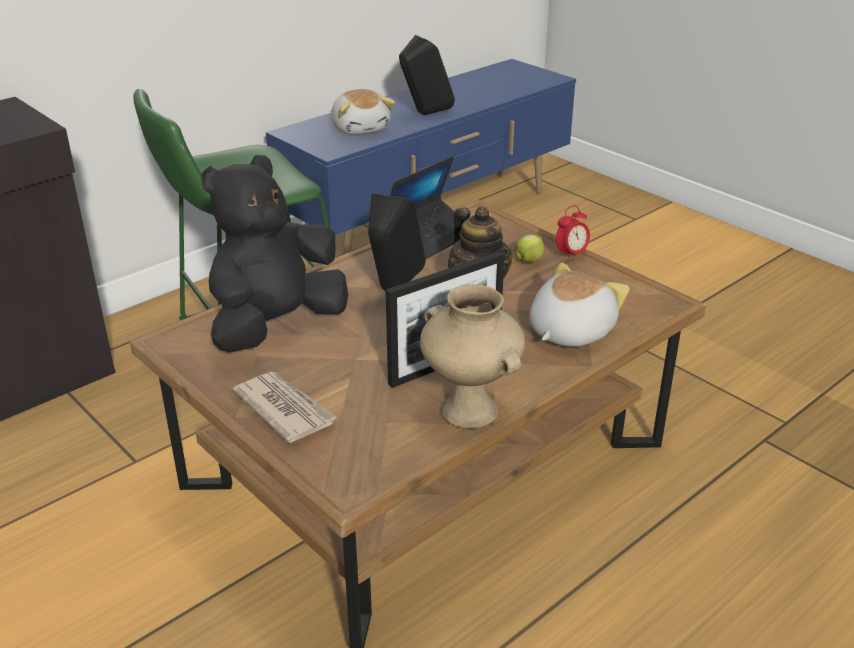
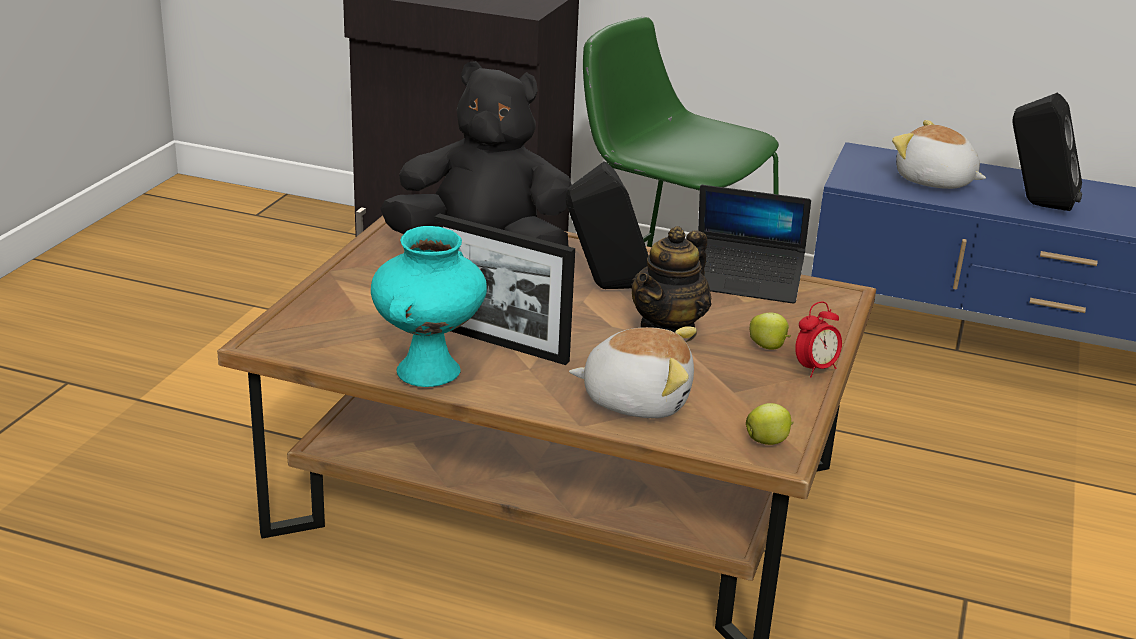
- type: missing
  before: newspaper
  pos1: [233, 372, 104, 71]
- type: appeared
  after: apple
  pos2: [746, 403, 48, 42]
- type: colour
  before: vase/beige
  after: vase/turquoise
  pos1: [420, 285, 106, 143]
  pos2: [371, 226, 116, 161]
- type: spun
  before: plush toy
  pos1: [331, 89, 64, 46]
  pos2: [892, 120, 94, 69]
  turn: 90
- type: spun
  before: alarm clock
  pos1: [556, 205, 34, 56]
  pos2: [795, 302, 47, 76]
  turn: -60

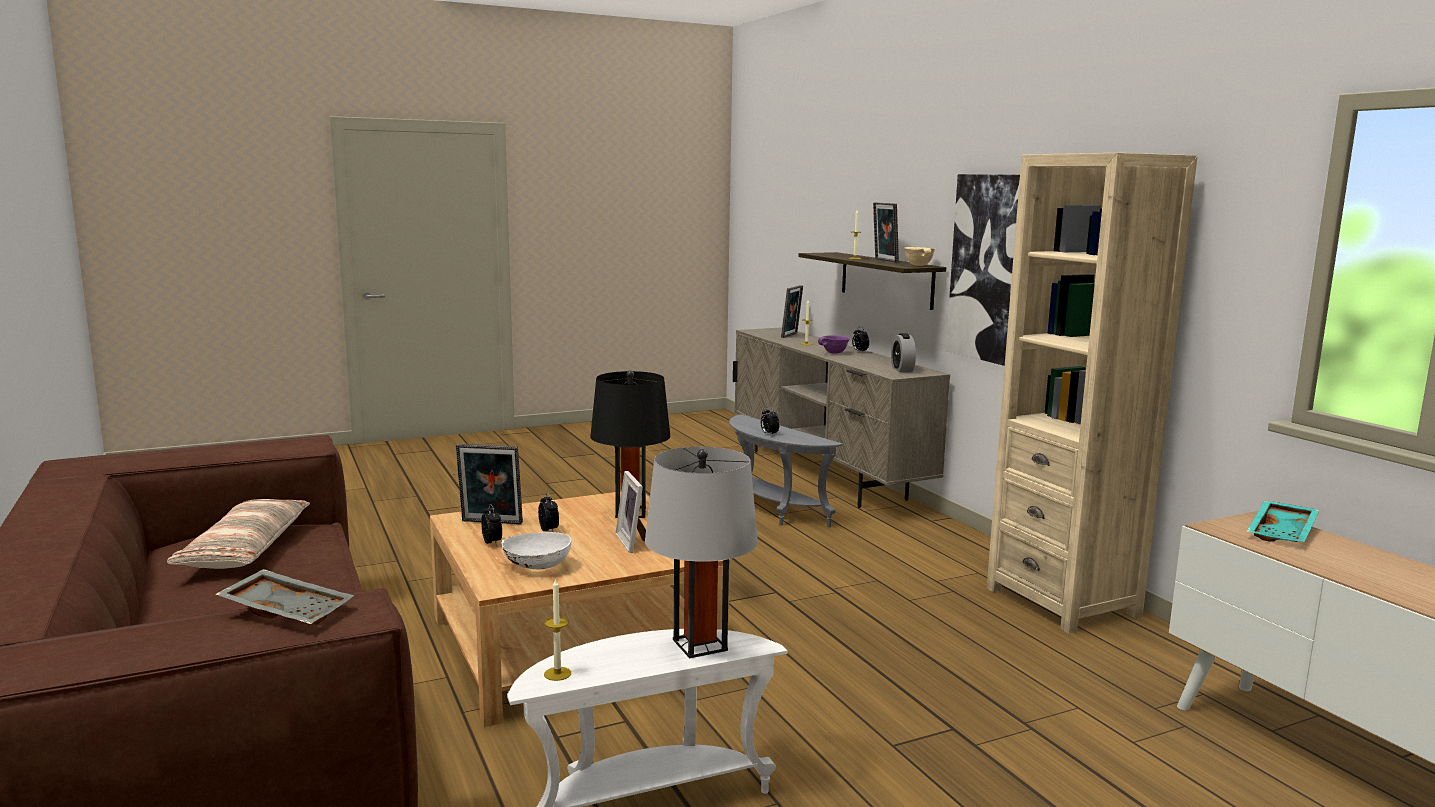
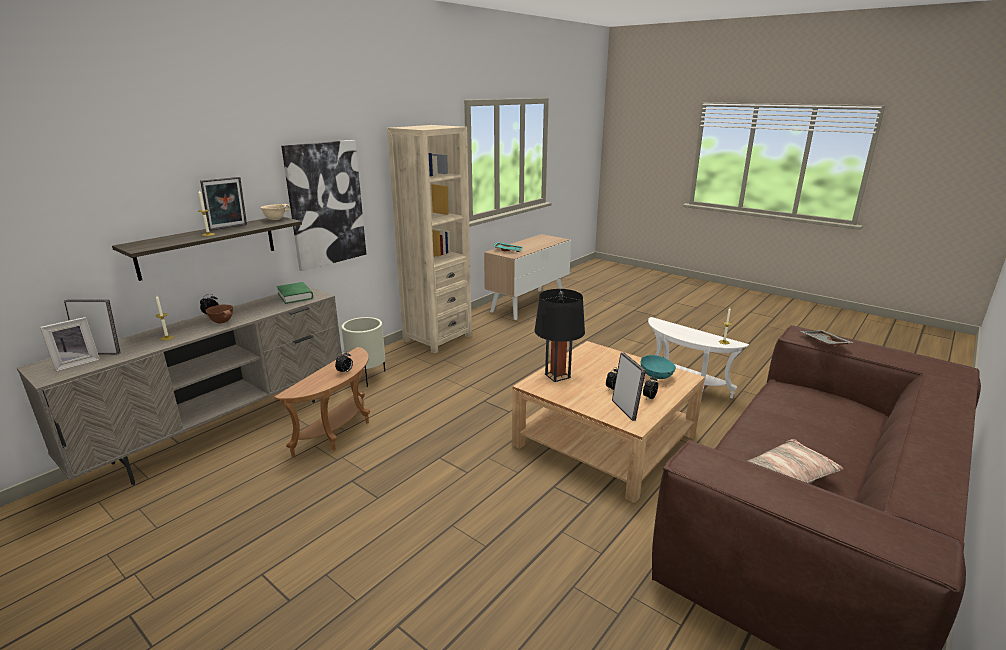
- type: missing
  before: table lamp/grey
  pos1: [645, 447, 113, 211]
- type: appeared
  after: planter/beige
  pos2: [341, 317, 44, 70]
- type: relocated
  before: picture frame
  pos1: [615, 471, 31, 82]
  pos2: [40, 317, 60, 54]
- type: exchanged
  before: alarm clock
  after: book/green
  pos1: [891, 333, 25, 39]
  pos2: [277, 282, 36, 22]
- type: colour
  before: bowl/white
  after: bowl/turquoise
  pos1: [501, 532, 71, 37]
  pos2: [641, 355, 35, 24]
- type: colour
  before: side table/grey
  after: side table/brown
  pos1: [729, 414, 114, 113]
  pos2: [274, 347, 96, 110]
- type: colour
  before: bowl/purple
  after: bowl/brown
  pos1: [818, 335, 32, 18]
  pos2: [206, 305, 27, 19]

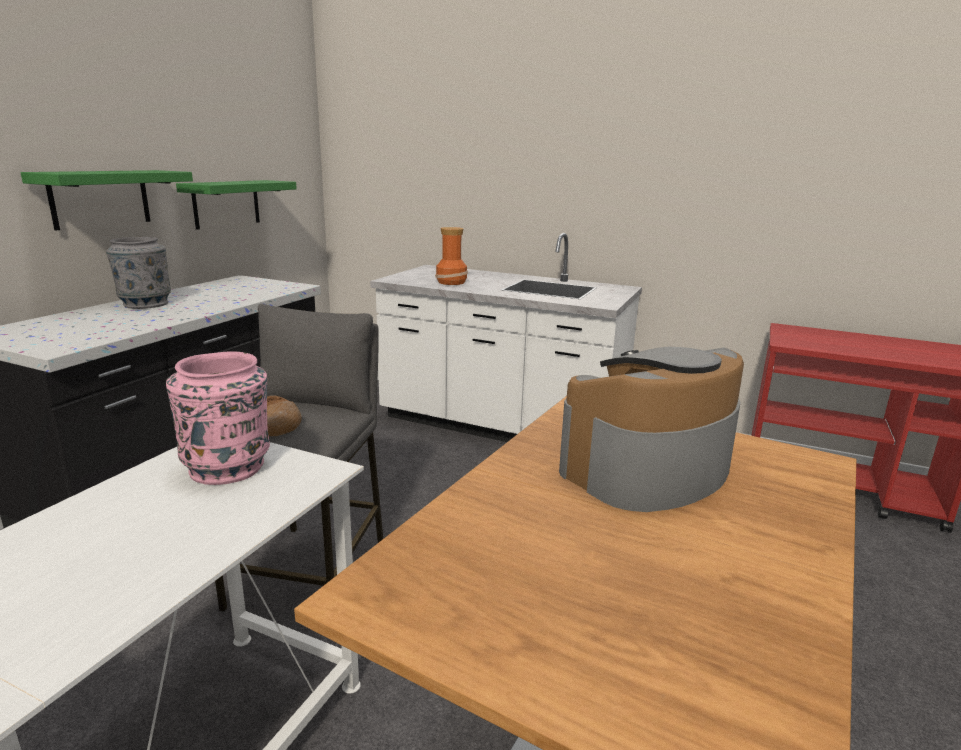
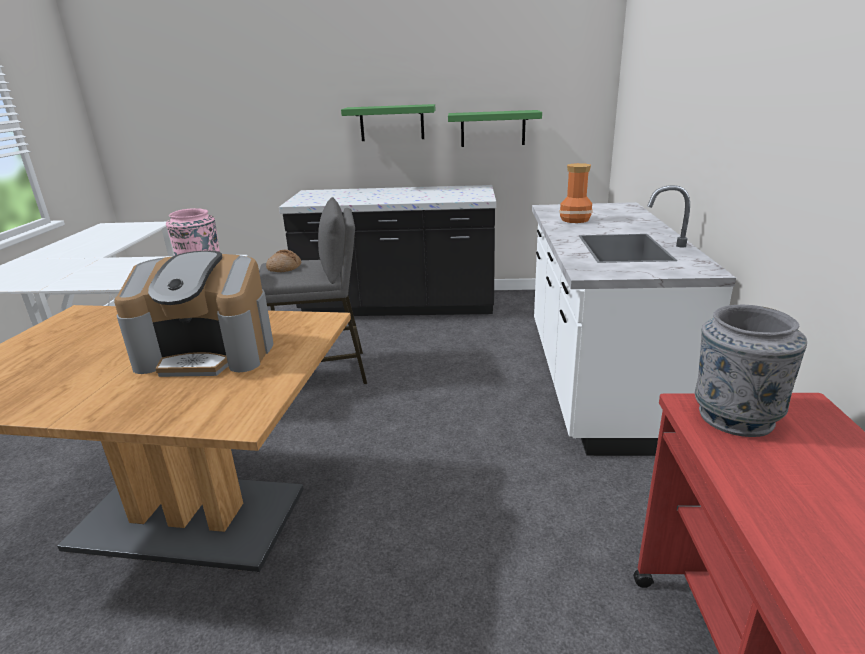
- type: relocated
  before: vase/grey
  pos1: [106, 237, 65, 72]
  pos2: [695, 305, 112, 132]
- type: spun
  before: coffee machine
  pos1: [559, 346, 185, 166]
  pos2: [114, 251, 160, 126]
  turn: 150

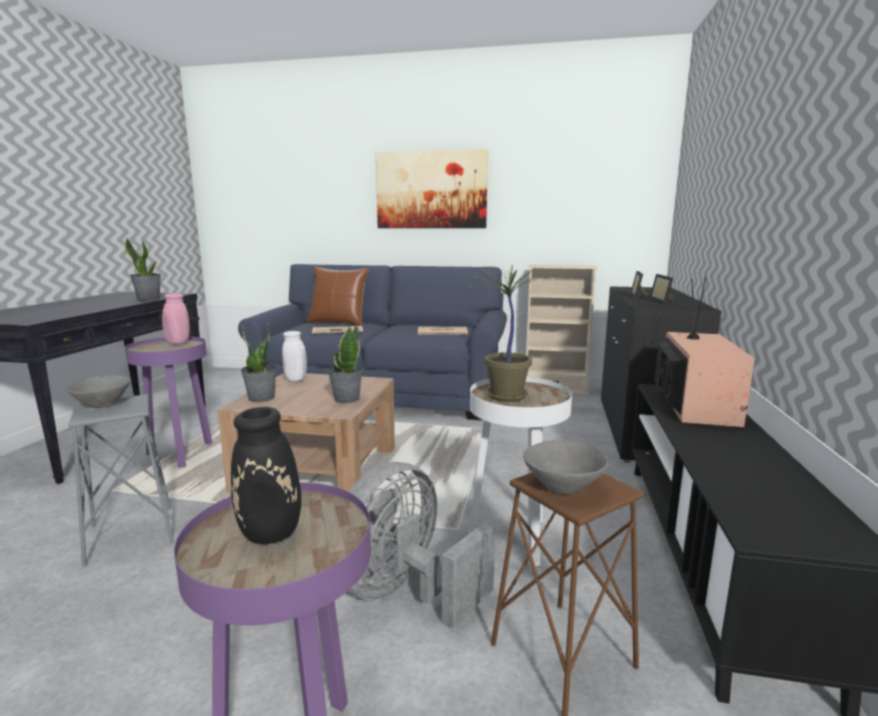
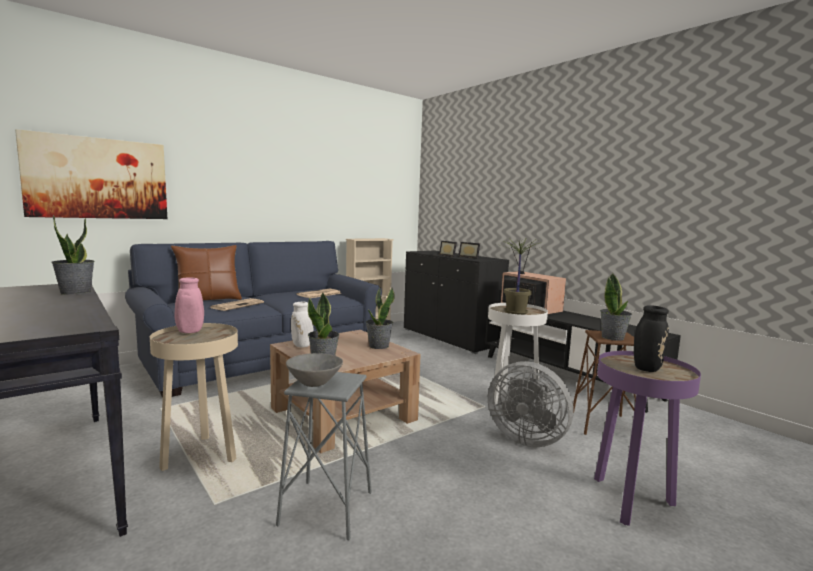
- type: relocated
  before: picture
  pos1: [376, 149, 112, 79]
  pos2: [15, 129, 152, 90]
- type: exchanged
  before: bowl/grey
  after: potted plant
  pos1: [523, 440, 85, 55]
  pos2: [600, 273, 32, 68]
- type: colour
  before: side table/purple
  after: side table/beige
  pos1: [125, 336, 87, 132]
  pos2: [150, 323, 88, 148]
- type: spun
  before: fan/grey
  pos1: [347, 462, 149, 166]
  pos2: [488, 361, 86, 86]
  turn: -45

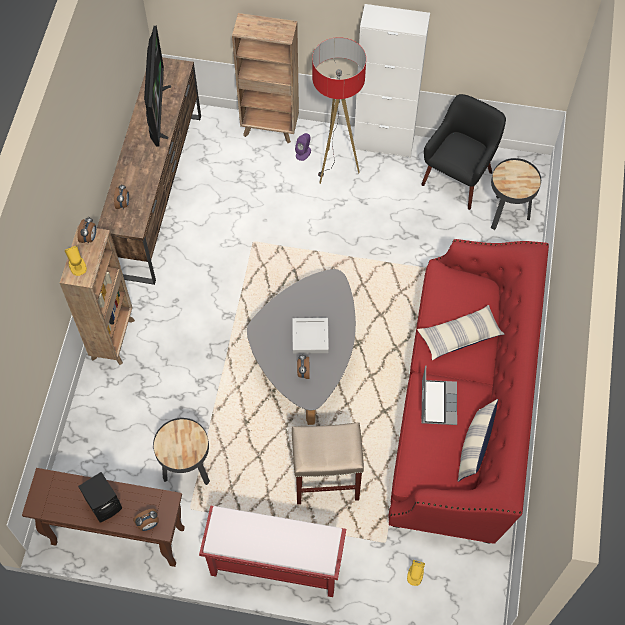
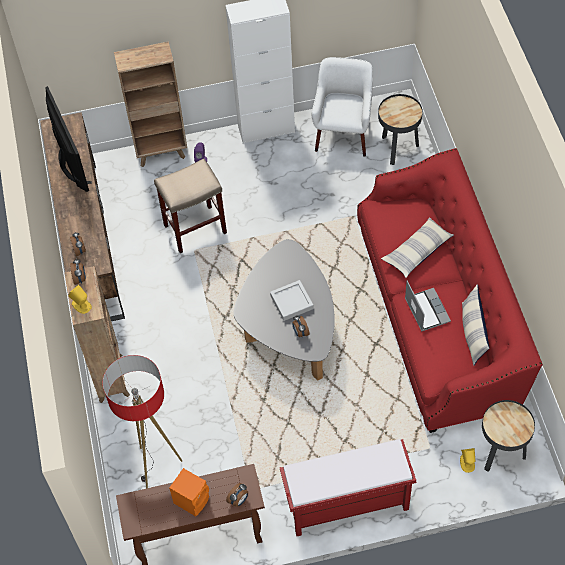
- type: relocated
  before: side table/black
  pos1: [153, 418, 57, 67]
  pos2: [482, 400, 53, 72]
- type: relocated
  before: stool/beige
  pos1: [292, 422, 72, 82]
  pos2: [154, 158, 73, 95]
- type: relocated
  before: floor lamp
  pos1: [312, 37, 54, 147]
  pos2: [102, 355, 80, 133]
- type: colour
  before: speaker/black
  after: speaker/orange
  pos1: [78, 472, 44, 50]
  pos2: [169, 468, 40, 48]
- type: colour
  before: armchair/black
  after: armchair/white
  pos1: [421, 94, 85, 116]
  pos2: [312, 57, 61, 100]

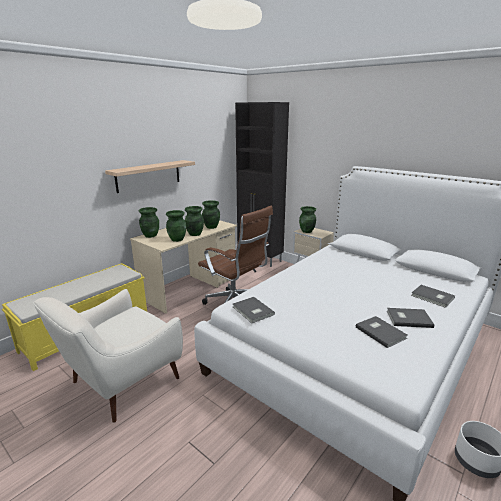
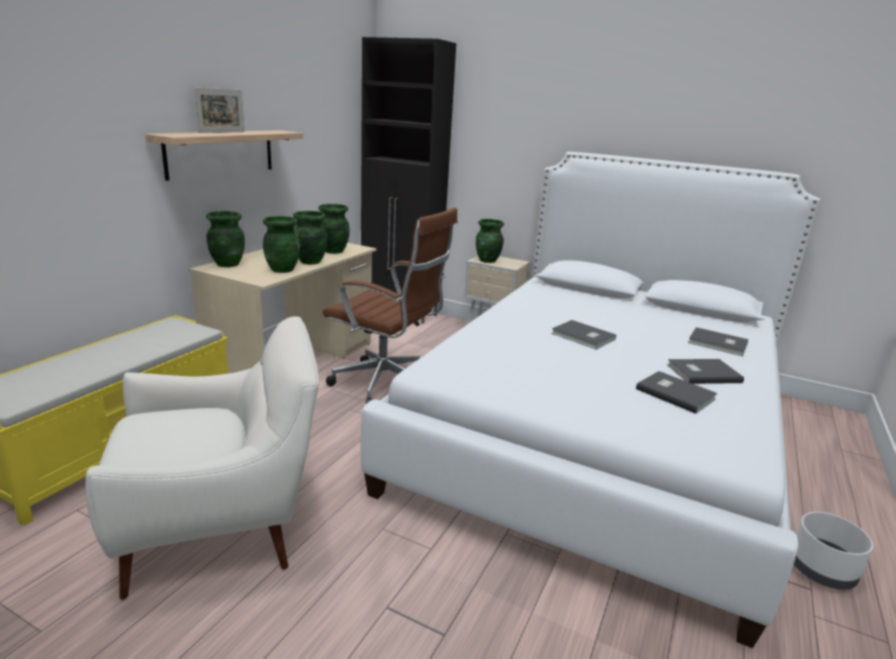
- type: appeared
  after: picture frame
  pos2: [194, 87, 50, 46]
- type: relocated
  before: book/grey
  pos1: [233, 297, 42, 26]
  pos2: [551, 320, 65, 30]
- type: spun
  before: armchair/white
  pos1: [33, 289, 150, 134]
  pos2: [86, 316, 233, 283]
  turn: -135

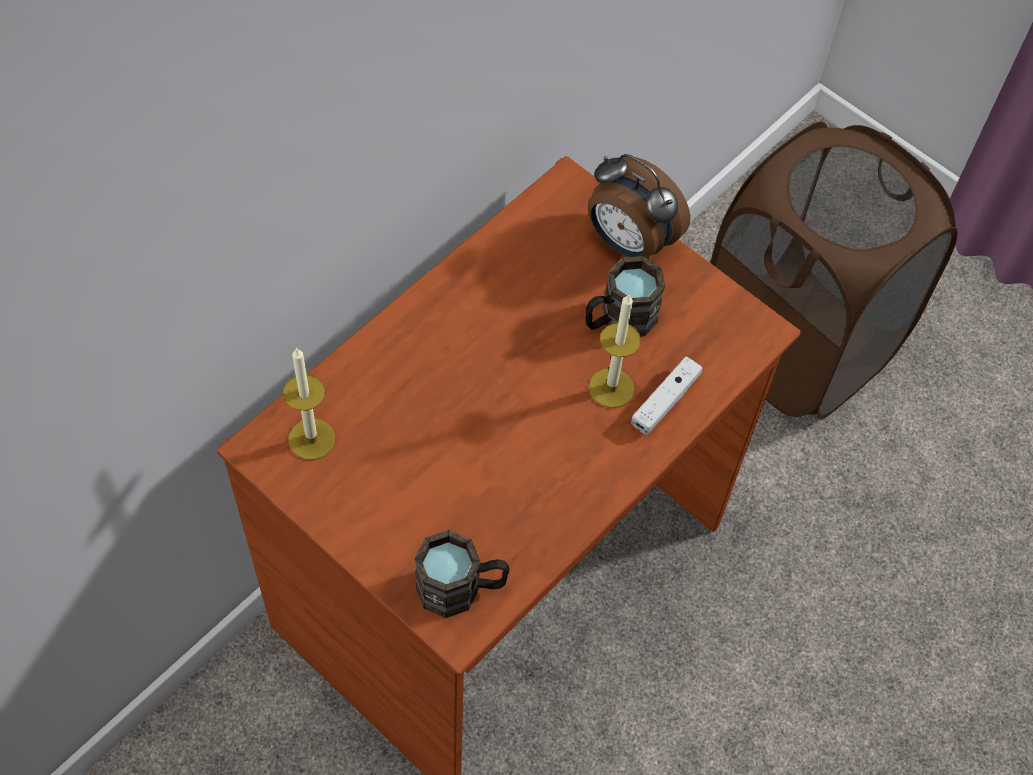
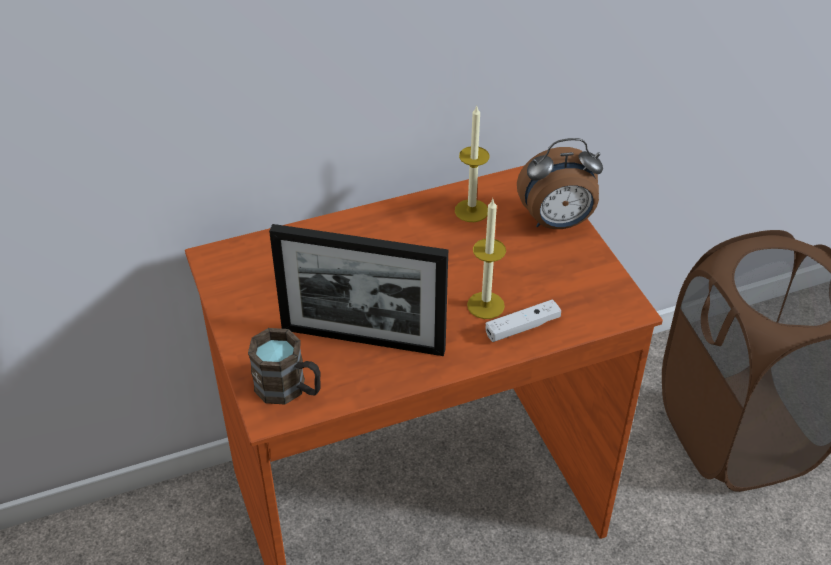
- type: missing
  before: mug/brown
  pos1: [586, 256, 79, 81]
- type: appeared
  after: picture frame
  pos2: [269, 224, 179, 132]
- type: relocated
  before: candle
  pos1: [283, 347, 52, 113]
  pos2: [455, 106, 35, 116]
- type: spun
  before: alarm clock
  pos1: [588, 154, 102, 105]
  pos2: [517, 138, 86, 91]
  turn: -75

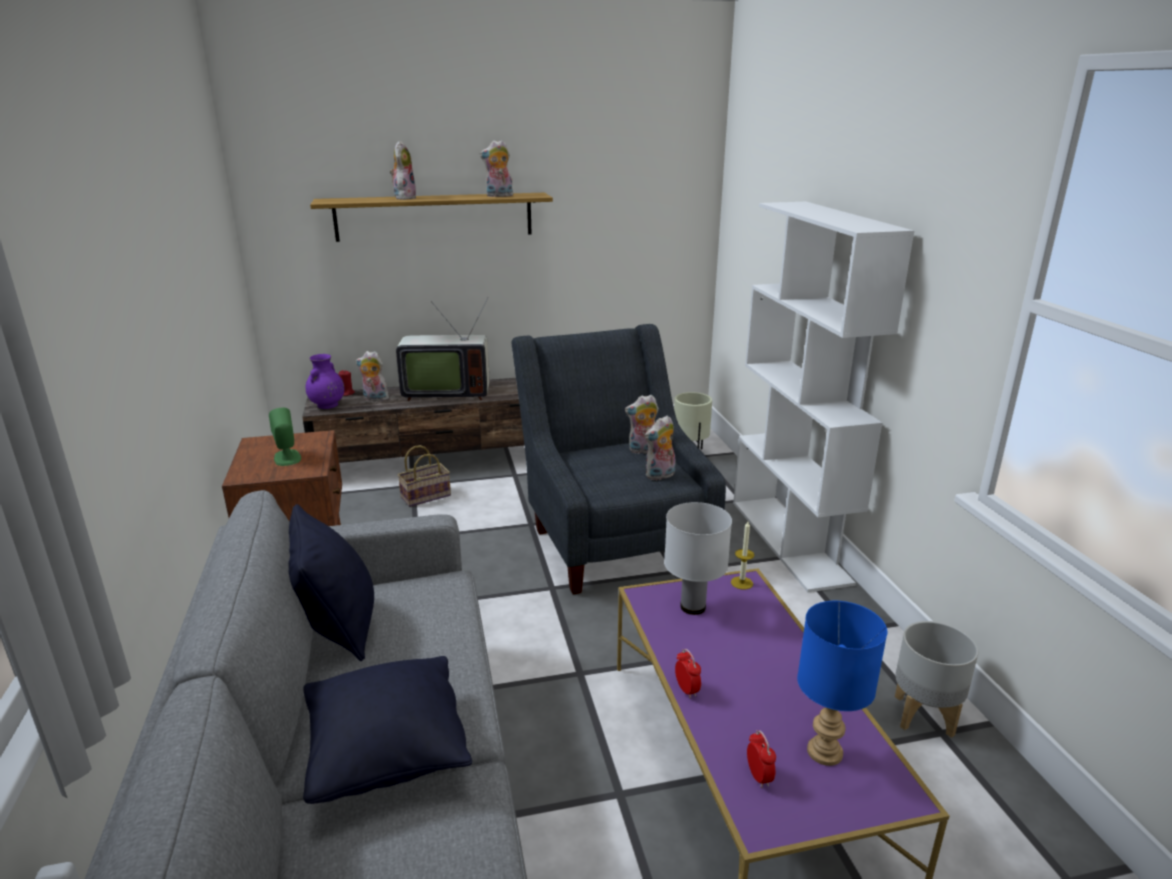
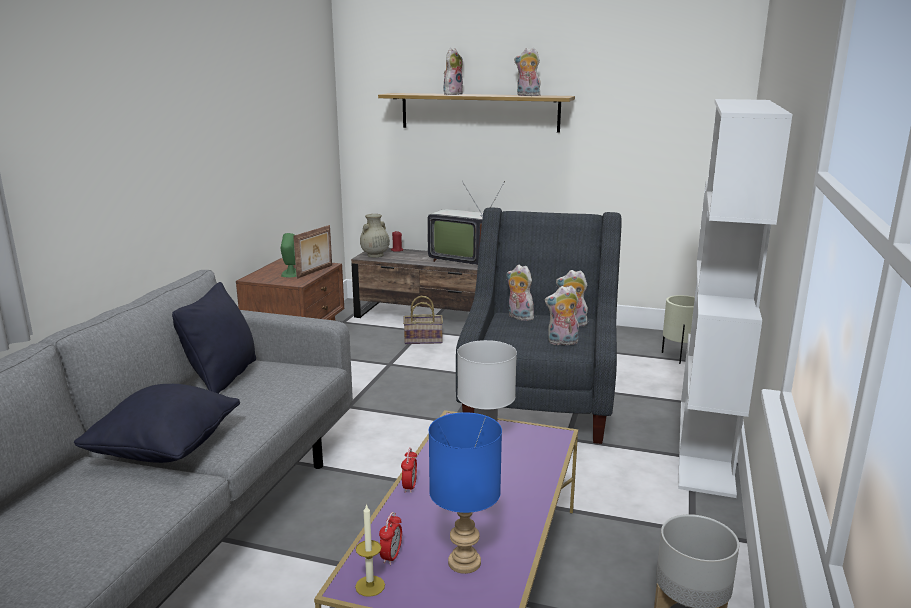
- type: appeared
  after: picture frame
  pos2: [293, 225, 39, 54]
- type: relocated
  before: plush toy
  pos1: [356, 351, 33, 50]
  pos2: [507, 265, 27, 56]
- type: relocated
  before: candle
  pos1: [731, 521, 23, 69]
  pos2: [355, 504, 30, 93]
- type: colour
  before: vase/purple
  after: vase/beige
  pos1: [305, 354, 40, 55]
  pos2: [360, 214, 30, 43]

